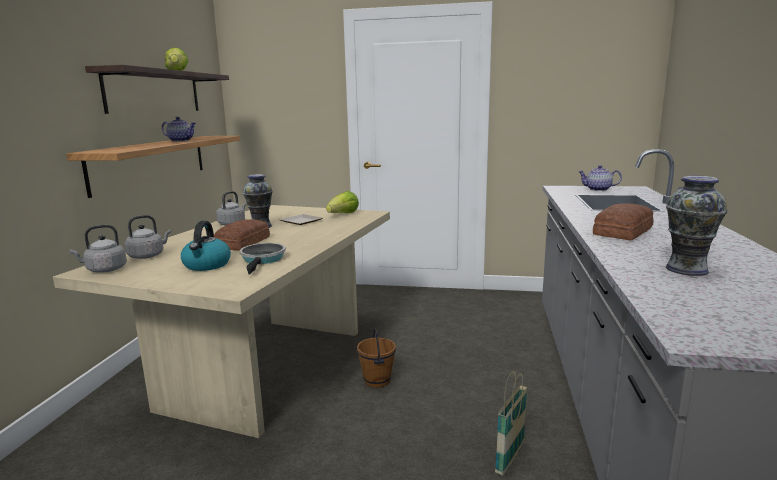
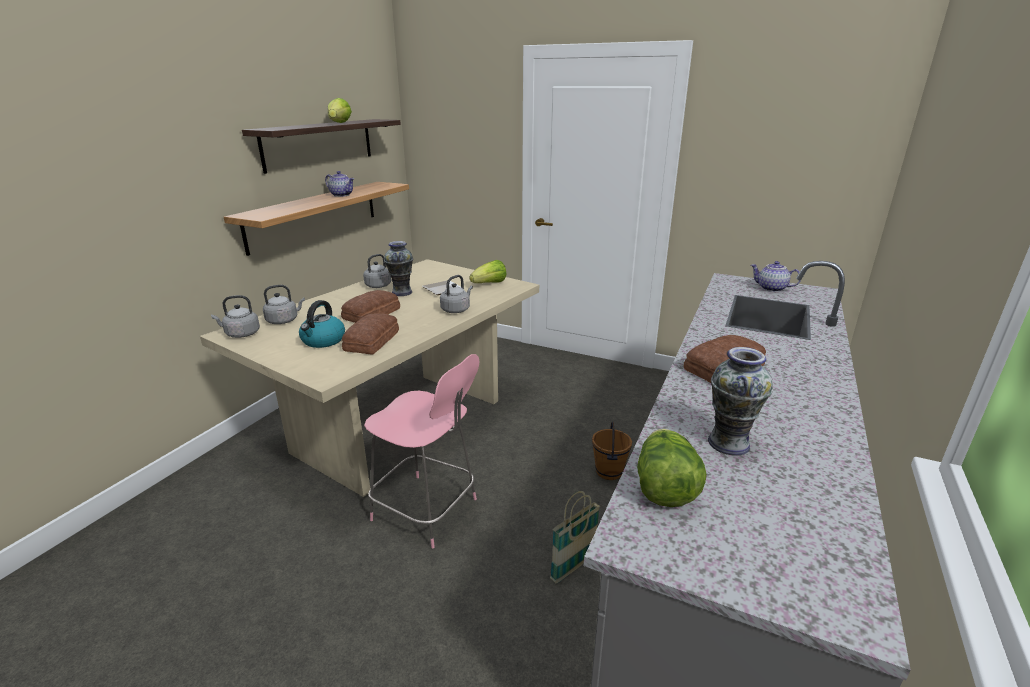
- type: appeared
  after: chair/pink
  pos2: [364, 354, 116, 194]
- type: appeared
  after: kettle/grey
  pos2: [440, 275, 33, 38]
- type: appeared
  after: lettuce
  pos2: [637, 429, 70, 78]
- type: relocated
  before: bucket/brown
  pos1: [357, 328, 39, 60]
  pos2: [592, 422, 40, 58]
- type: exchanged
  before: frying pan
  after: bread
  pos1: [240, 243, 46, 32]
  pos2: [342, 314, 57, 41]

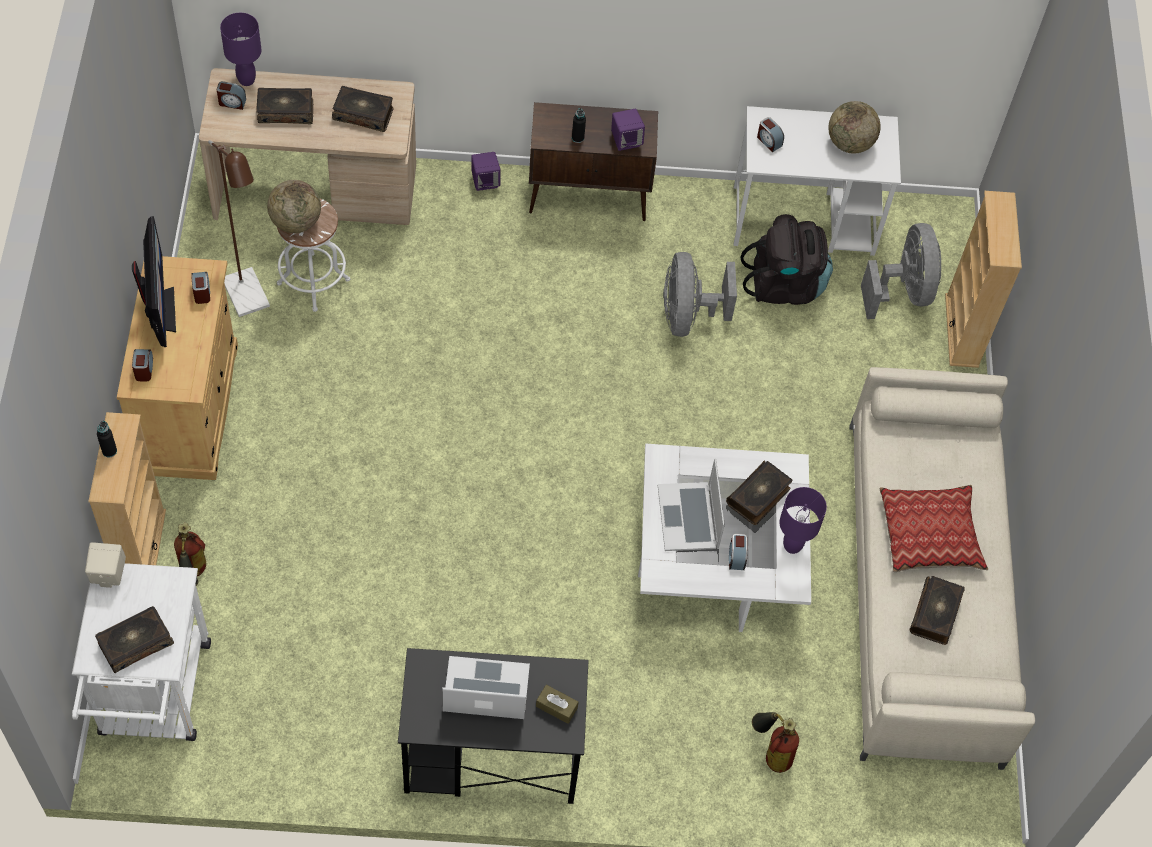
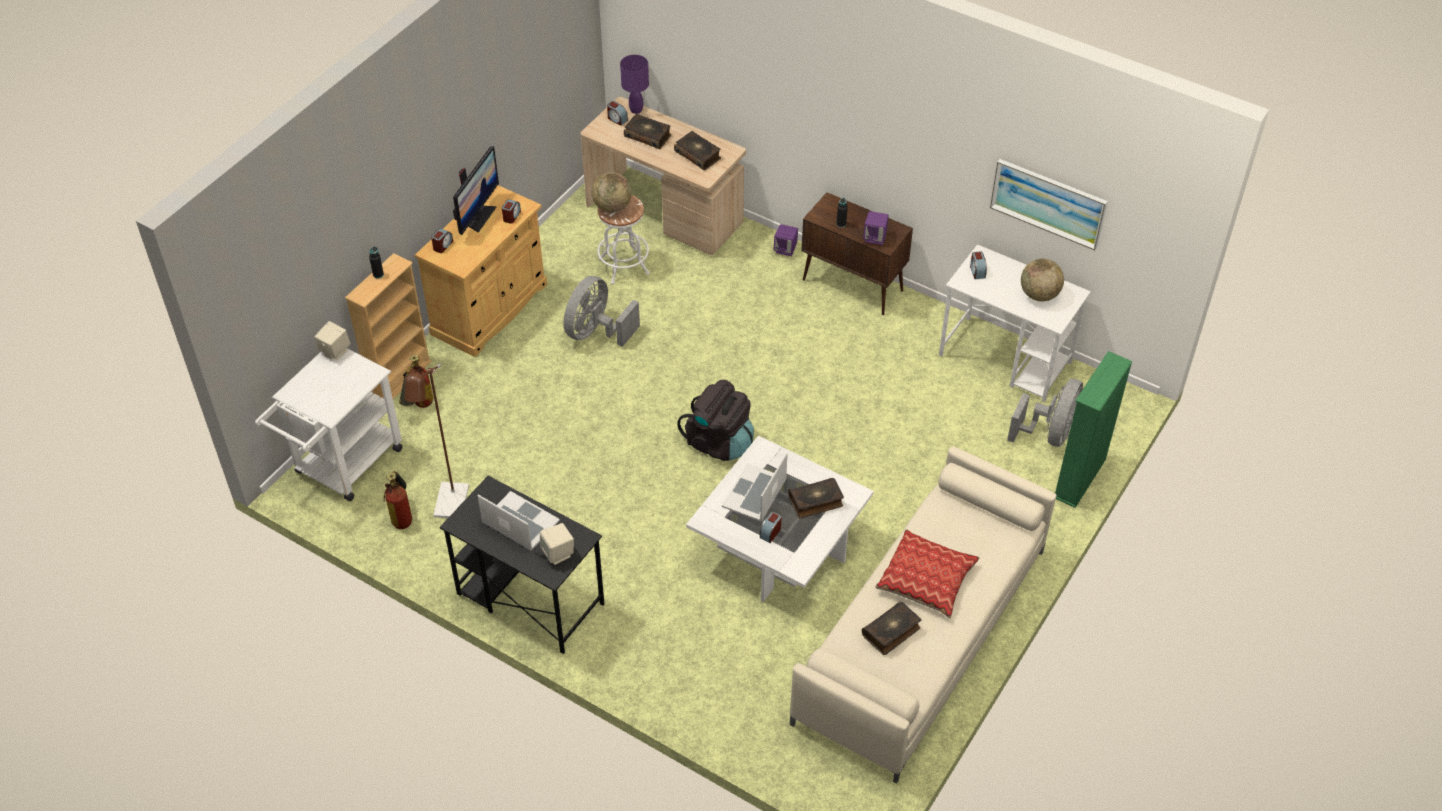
- type: missing
  before: book
  pos1: [95, 606, 79, 67]
- type: missing
  before: table lamp/purple
  pos1: [779, 487, 48, 67]
- type: appeared
  after: picture
  pos2: [990, 159, 118, 91]
- type: relocated
  before: floor lamp/brown
  pos1: [208, 140, 62, 177]
  pos2: [405, 364, 64, 154]
- type: relocated
  before: fan/grey
  pos1: [663, 252, 74, 85]
  pos2: [563, 276, 77, 71]
- type: relocated
  before: backpack/black
  pos1: [741, 214, 92, 91]
  pos2: [677, 380, 77, 81]
- type: relocated
  before: fire extinguisher
  pos1: [752, 712, 47, 61]
  pos2: [384, 471, 28, 58]
- type: exchanged
  before: tissue box/brown
  after: speaker/beige
  pos1: [536, 685, 43, 39]
  pos2: [540, 523, 34, 42]
- type: colour
  before: bookcase/beige
  after: bookcase/green
  pos1: [945, 191, 77, 177]
  pos2: [1055, 351, 77, 157]

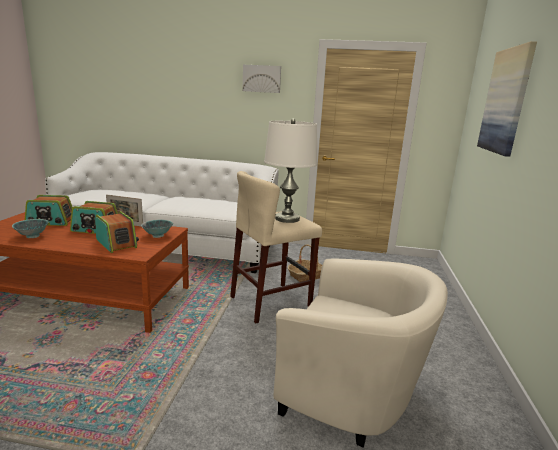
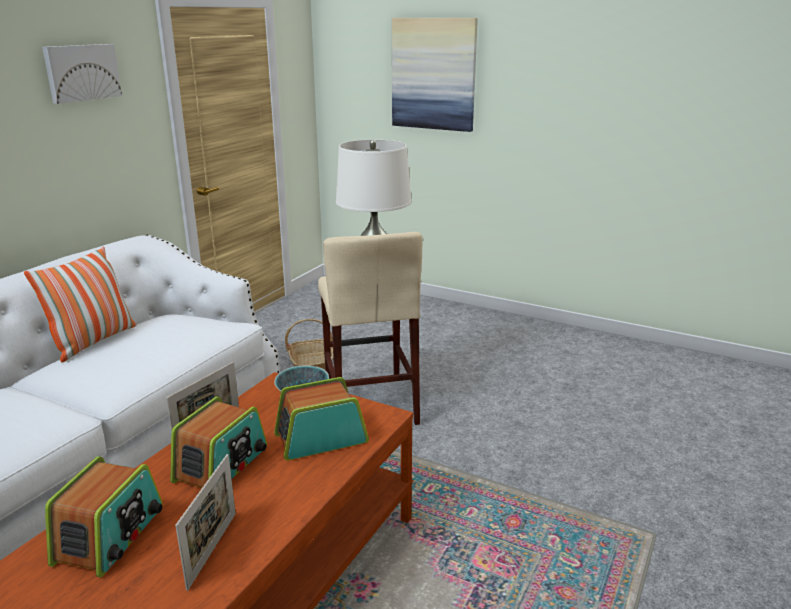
- type: missing
  before: armchair/beige
  pos1: [274, 259, 174, 189]
- type: appeared
  after: pillow
  pos2: [24, 247, 113, 115]
- type: exchanged
  before: bowl
  after: picture frame
  pos1: [12, 219, 37, 19]
  pos2: [175, 454, 61, 137]

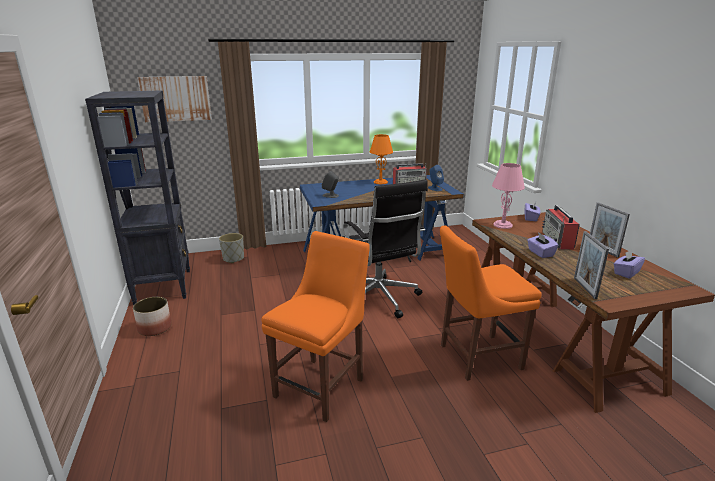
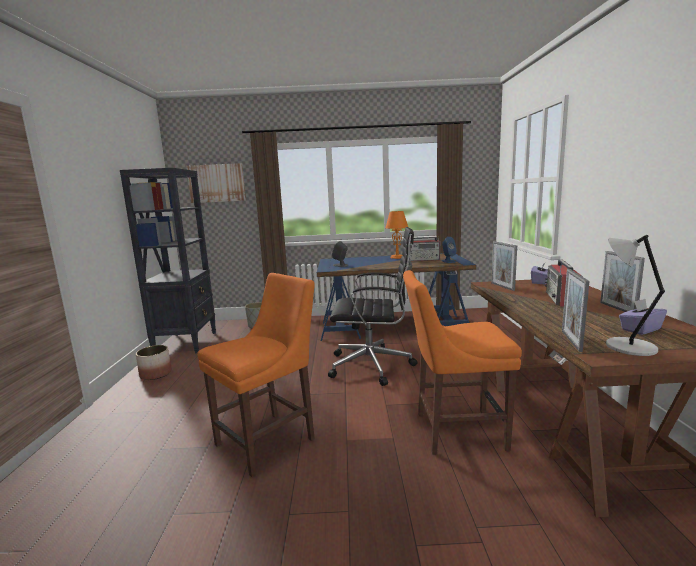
- type: missing
  before: tissue box/purple
  pos1: [527, 232, 31, 26]
- type: appeared
  after: table lamp/grey
  pos2: [606, 235, 59, 121]
- type: exchanged
  before: table lamp/pink
  after: picture frame
  pos1: [492, 163, 33, 66]
  pos2: [491, 241, 26, 50]
- type: spun
  before: office chair/black
  pos1: [342, 179, 86, 139]
  pos2: [328, 227, 90, 159]
  turn: -75

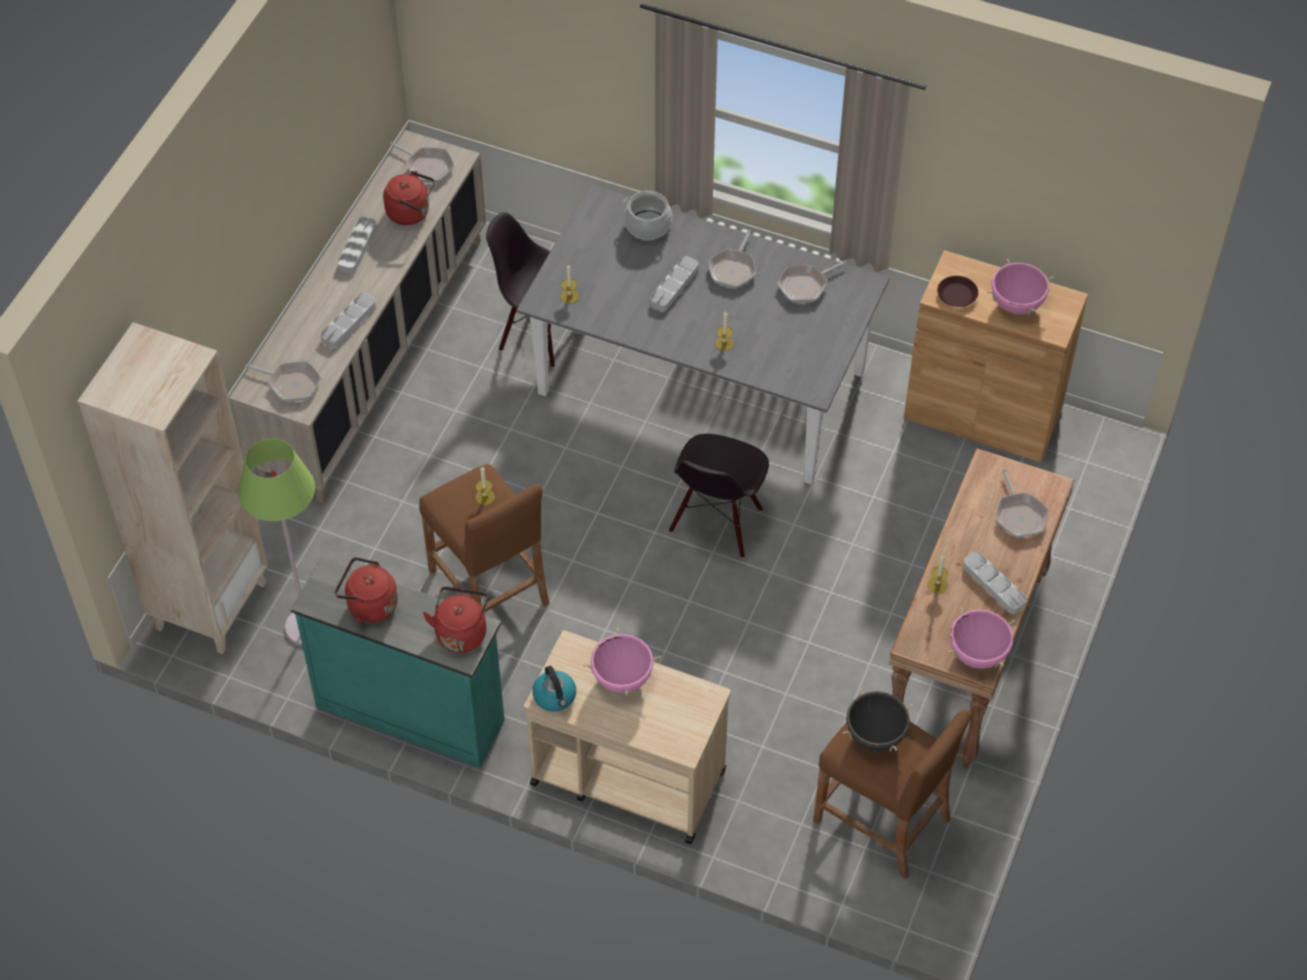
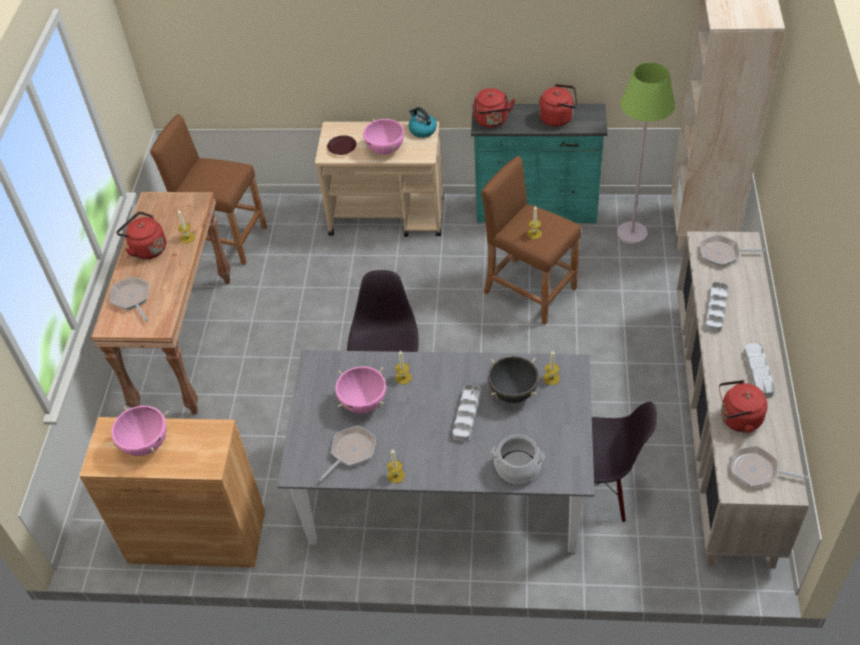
- type: missing
  before: frying pan
  pos1: [708, 230, 48, 59]
- type: appeared
  after: candle
  pos2: [387, 449, 18, 34]
- type: relocated
  before: cooking pot/black
  pos1: [843, 688, 70, 64]
  pos2: [488, 356, 51, 47]
- type: relocated
  before: plate/brown
  pos1: [937, 276, 41, 31]
  pos2: [327, 135, 29, 20]
- type: relocated
  before: cooking pot/pink
  pos1: [948, 607, 67, 62]
  pos2: [335, 366, 52, 47]
- type: exchanged
  before: tray/grey
  after: kettle/red
  pos1: [963, 552, 64, 62]
  pos2: [116, 211, 50, 48]

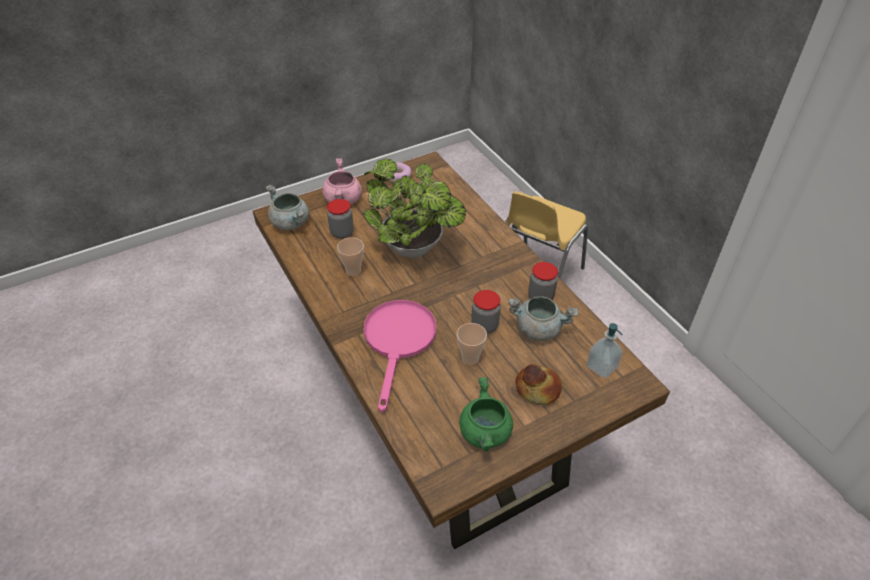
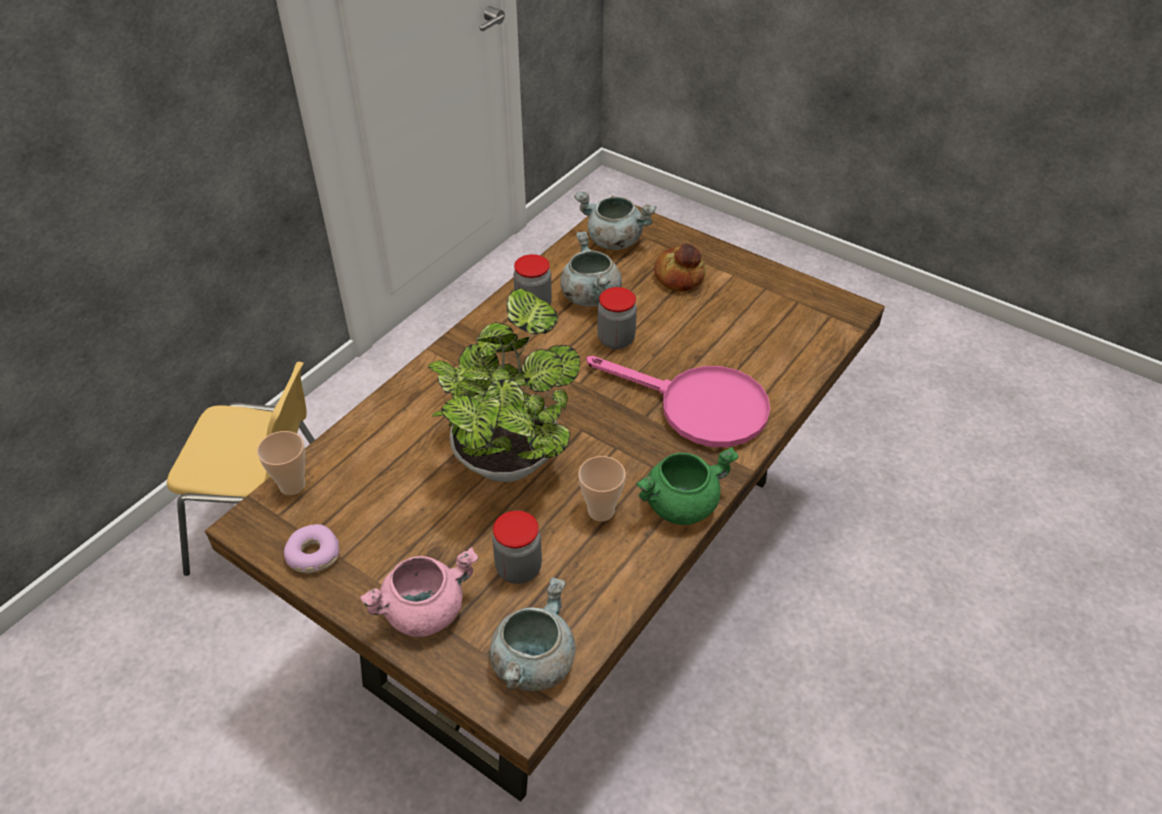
- type: relocated
  before: cup
  pos1: [456, 323, 31, 42]
  pos2: [257, 431, 48, 64]
- type: relocated
  before: cooking pot/green
  pos1: [459, 377, 54, 75]
  pos2: [636, 447, 103, 78]
- type: exchanged
  before: soap dispenser
  after: cooking pot/grey
  pos1: [587, 323, 36, 55]
  pos2: [574, 192, 83, 58]
- type: spun
  before: frying pan/pink
  pos1: [364, 300, 72, 112]
  pos2: [587, 356, 183, 91]
  turn: -135

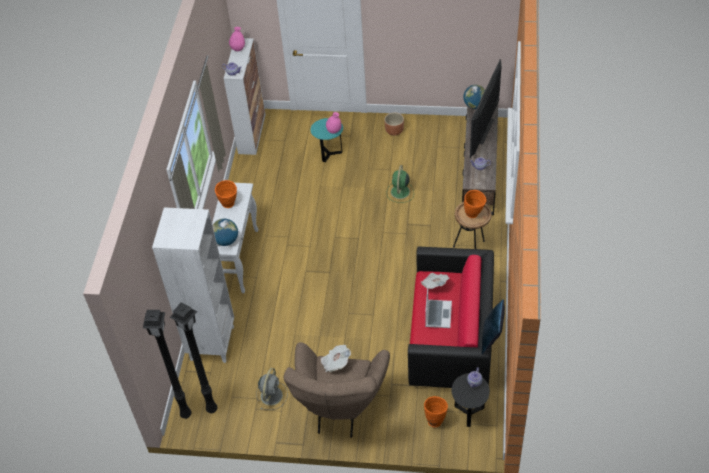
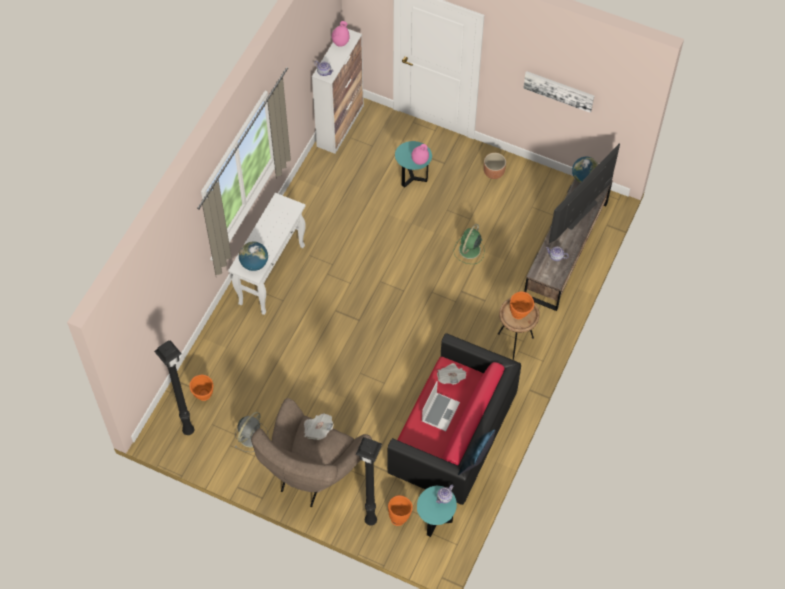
- type: missing
  before: bookcase/white
  pos1: [152, 207, 82, 156]
- type: appeared
  after: picture
  pos2: [523, 71, 71, 42]
- type: relocated
  before: floor lamp/black
  pos1: [143, 310, 49, 109]
  pos2: [356, 437, 26, 89]
- type: relocated
  before: vase/orange
  pos1: [215, 180, 22, 28]
  pos2: [190, 375, 23, 26]
- type: colour
  before: side table/black
  after: side table/turquoise
  pos1: [452, 373, 38, 54]
  pos2: [417, 486, 40, 51]

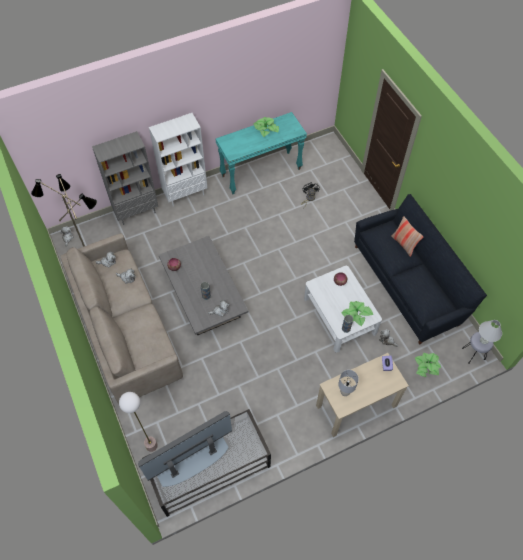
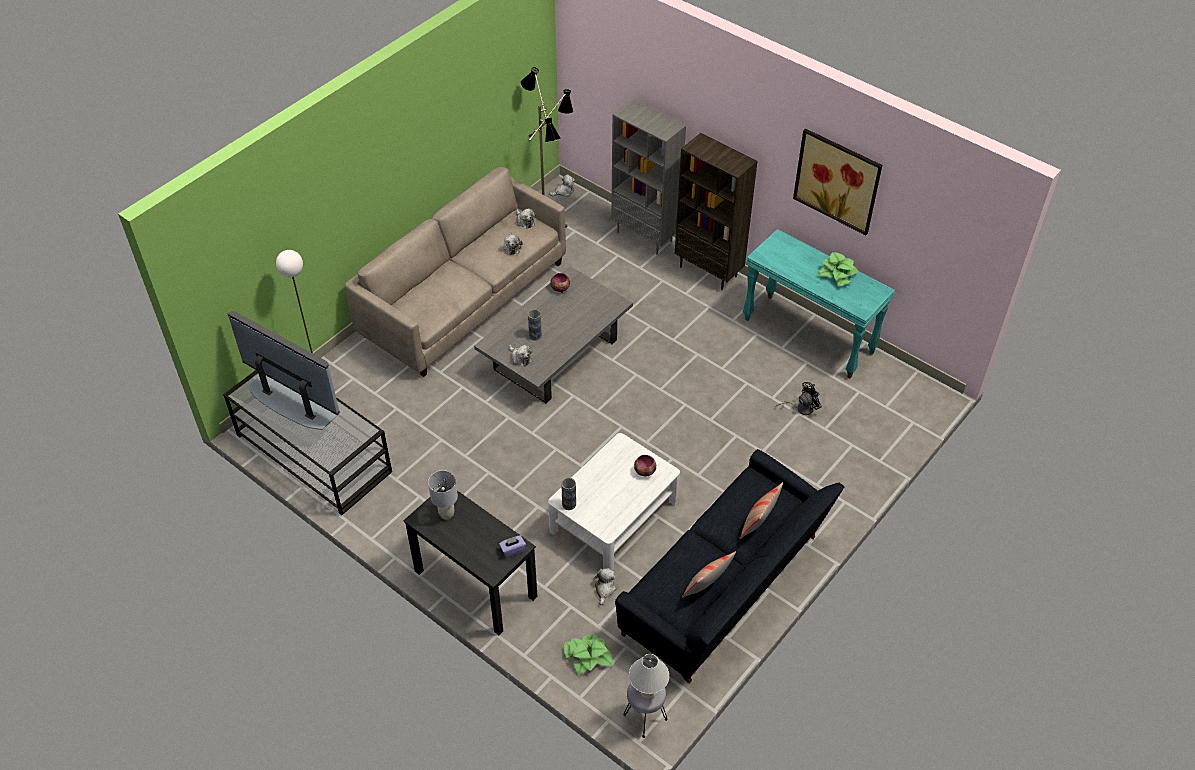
- type: missing
  before: potted plant
  pos1: [341, 301, 32, 25]
- type: appeared
  after: pillow
  pos2: [682, 551, 54, 47]
- type: appeared
  after: picture
  pos2: [793, 128, 89, 107]
- type: colour
  before: bookcase/white
  after: bookcase/brown
  pos1: [149, 113, 58, 94]
  pos2: [675, 133, 82, 157]
- type: colour
  before: desk/beige
  after: desk/black
  pos1: [316, 353, 93, 84]
  pos2: [403, 486, 135, 149]

